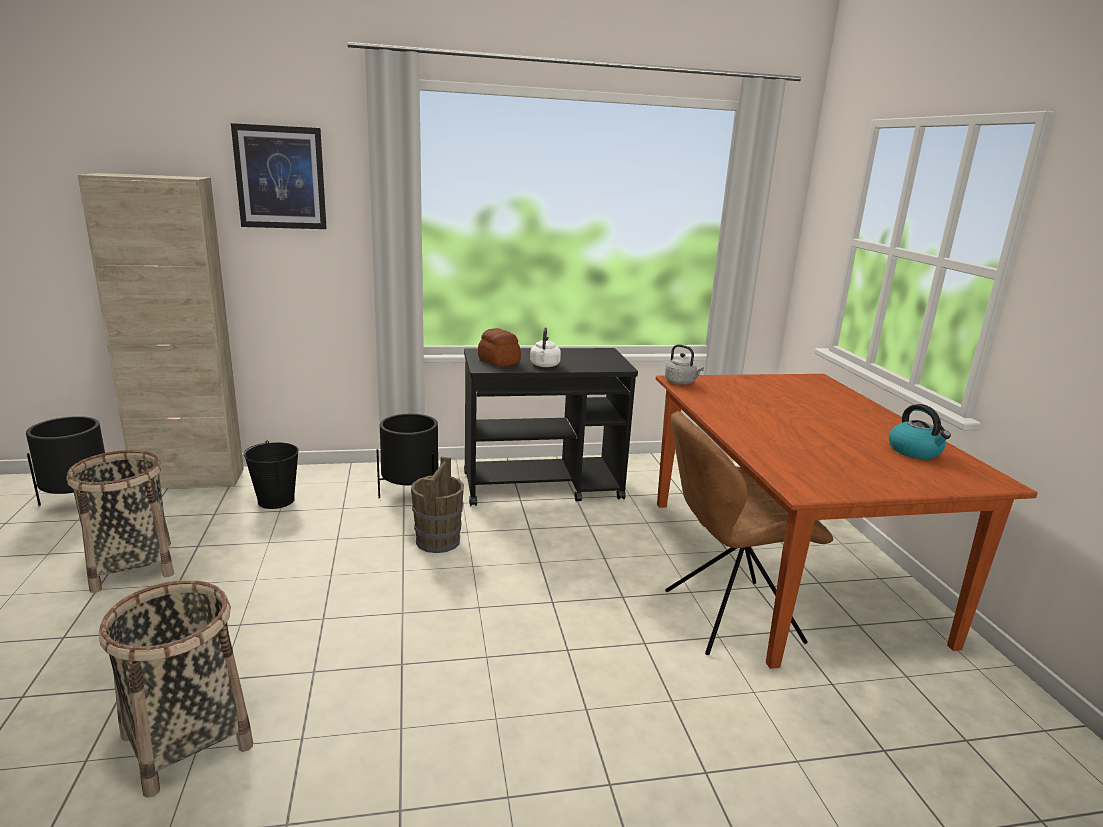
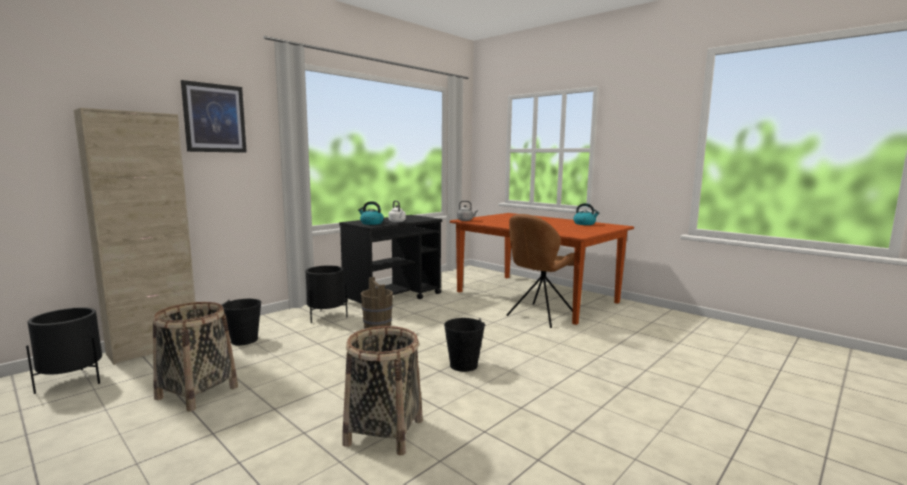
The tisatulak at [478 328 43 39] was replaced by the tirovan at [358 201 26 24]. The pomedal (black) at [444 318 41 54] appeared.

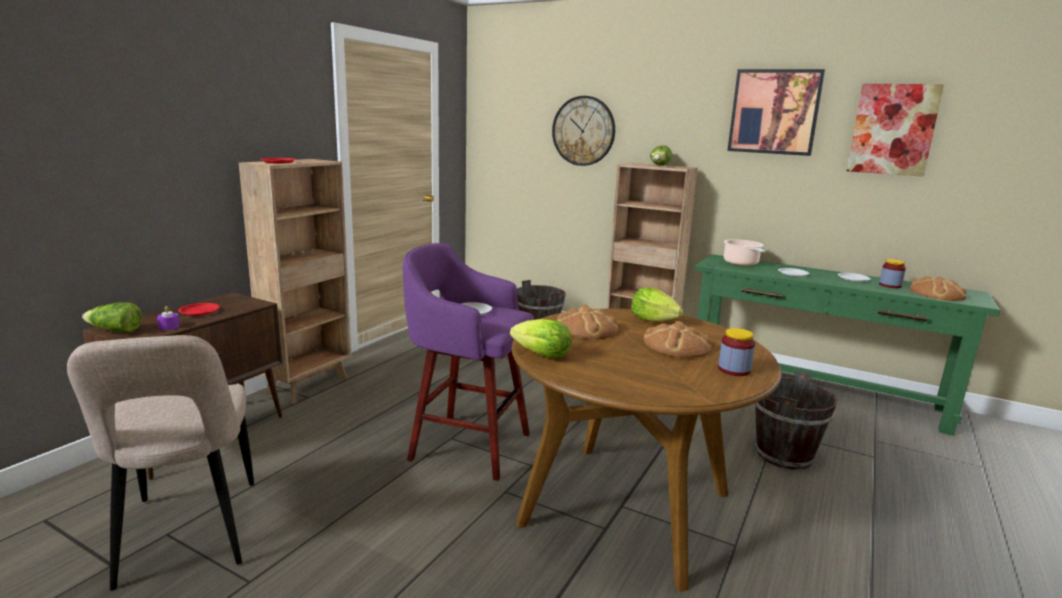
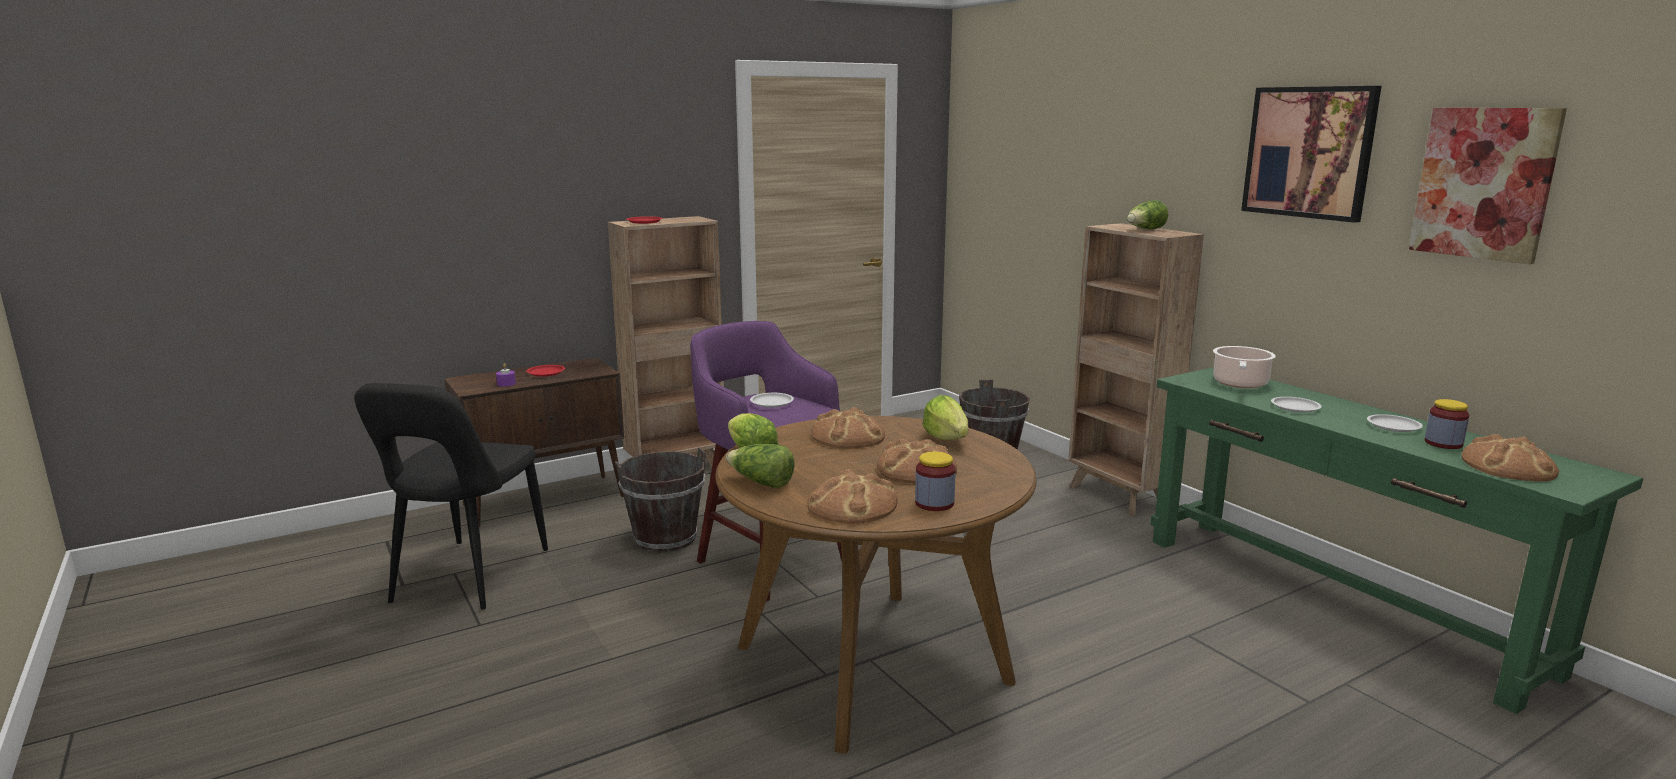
The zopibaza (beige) at [67 335 187 256] became the zopibaza (black) at [354 383 194 227]. The pomedal (brown) moved from [755 370 83 100] to [615 447 91 105]. The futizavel moved from [82 302 60 31] to [726 444 69 44]. The tisatulak at [808 469 90 55] appeared. The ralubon at [552 96 63 70] disappeared.

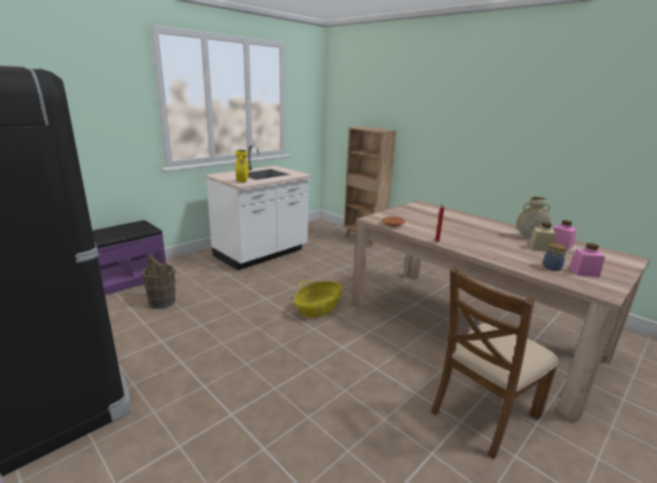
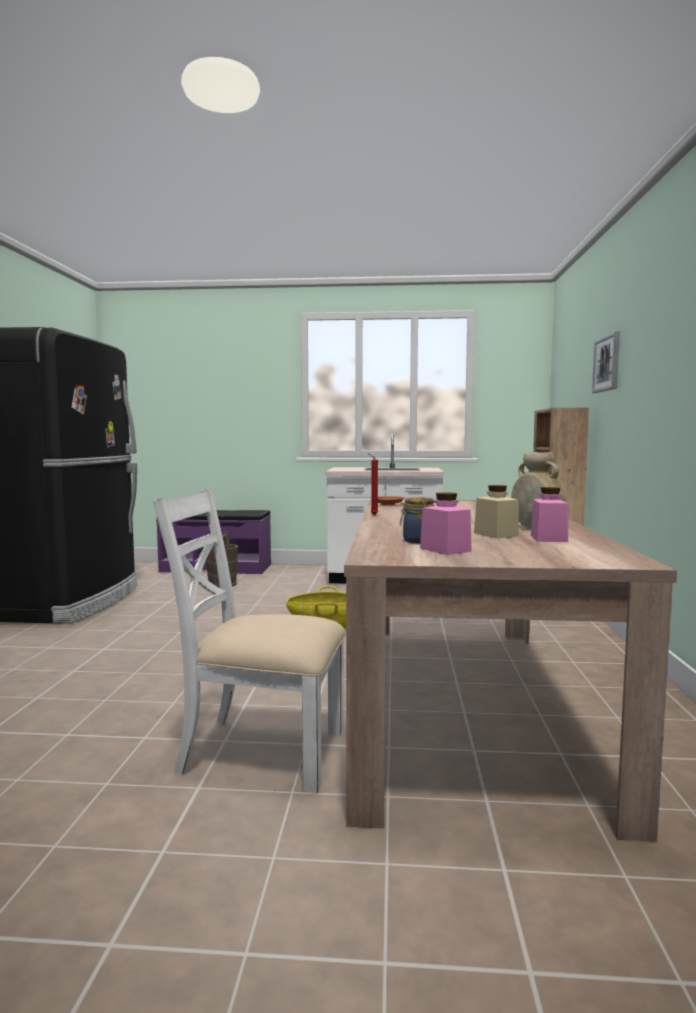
The zopibaza (brown) at [431 268 128 191] became the zopibaza (white) at [153 488 193 305]. The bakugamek at [592 331 28 62] appeared. The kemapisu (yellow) at [235 150 14 32] disappeared.

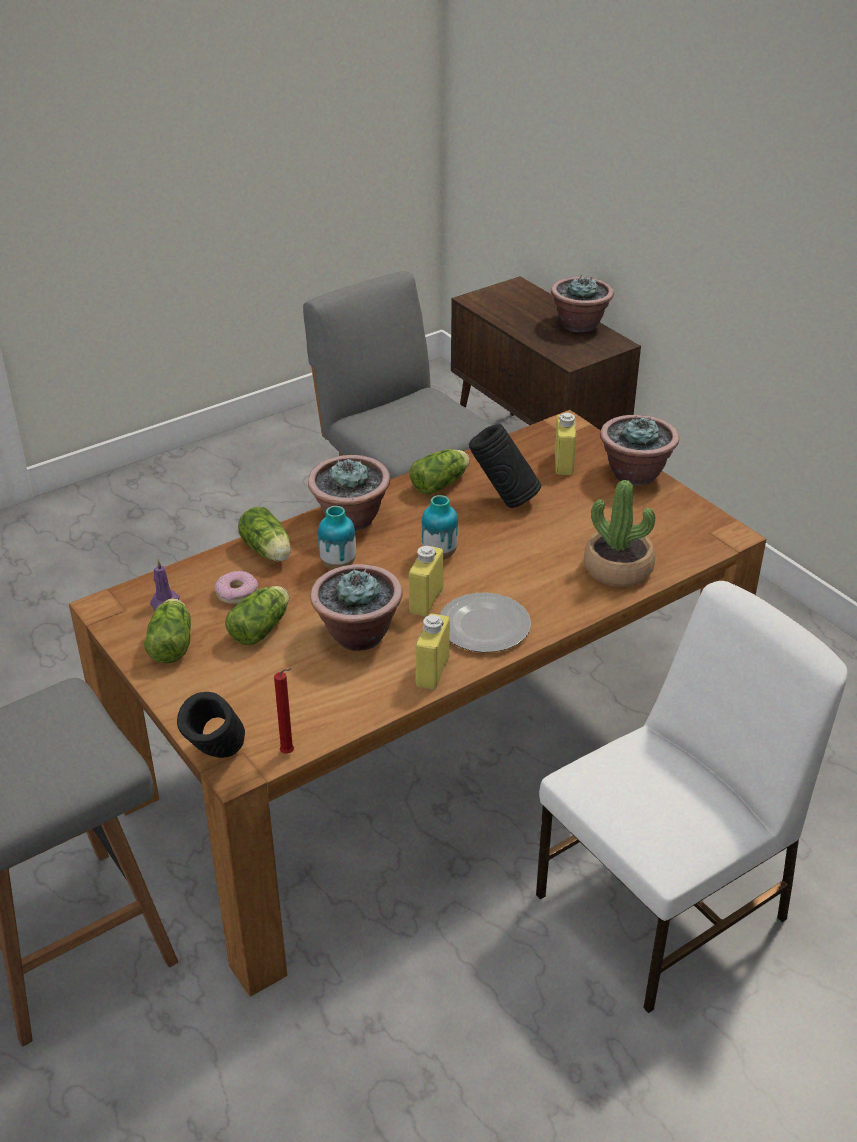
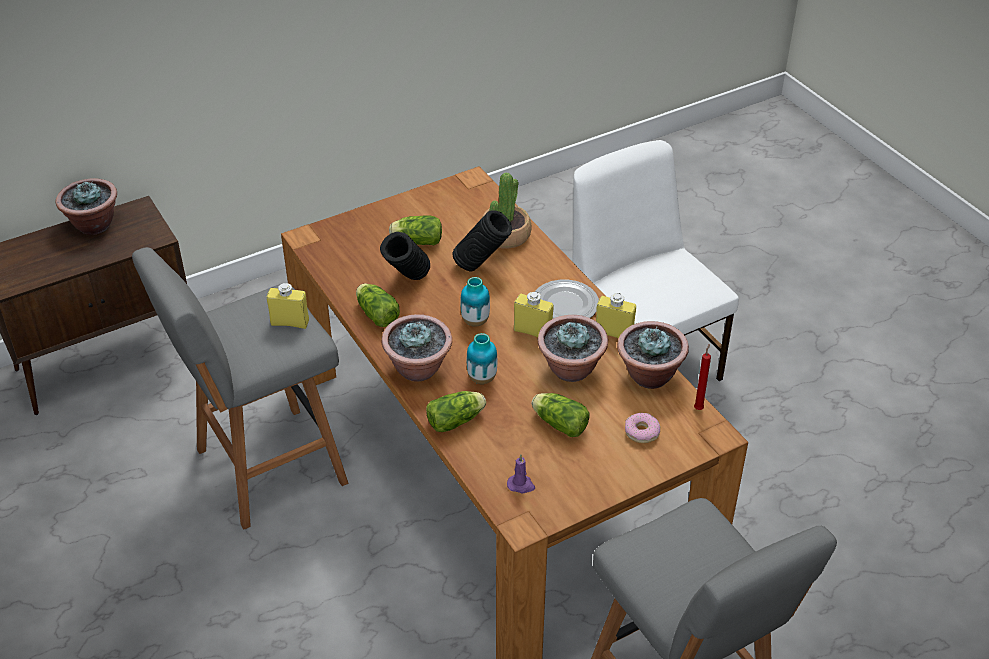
The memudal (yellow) moved from [555 413 21 62] to [267 283 42 46]. The futizavel moved from [144 598 47 66] to [389 215 53 30]. The kemapisu (black) moved from [177 692 68 66] to [453 210 59 62]. The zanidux moved from [600 415 79 71] to [617 321 72 68]. The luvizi moved from [215 571 43 34] to [625 413 35 30].

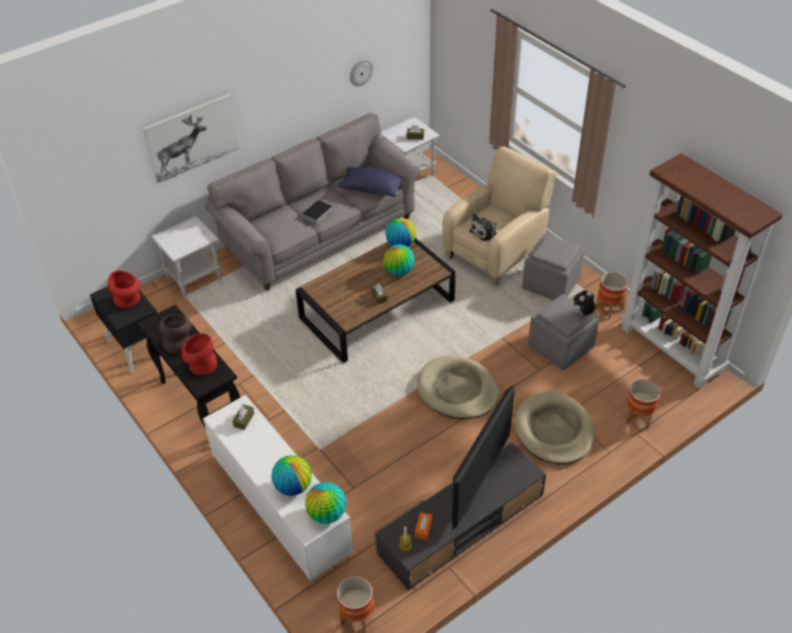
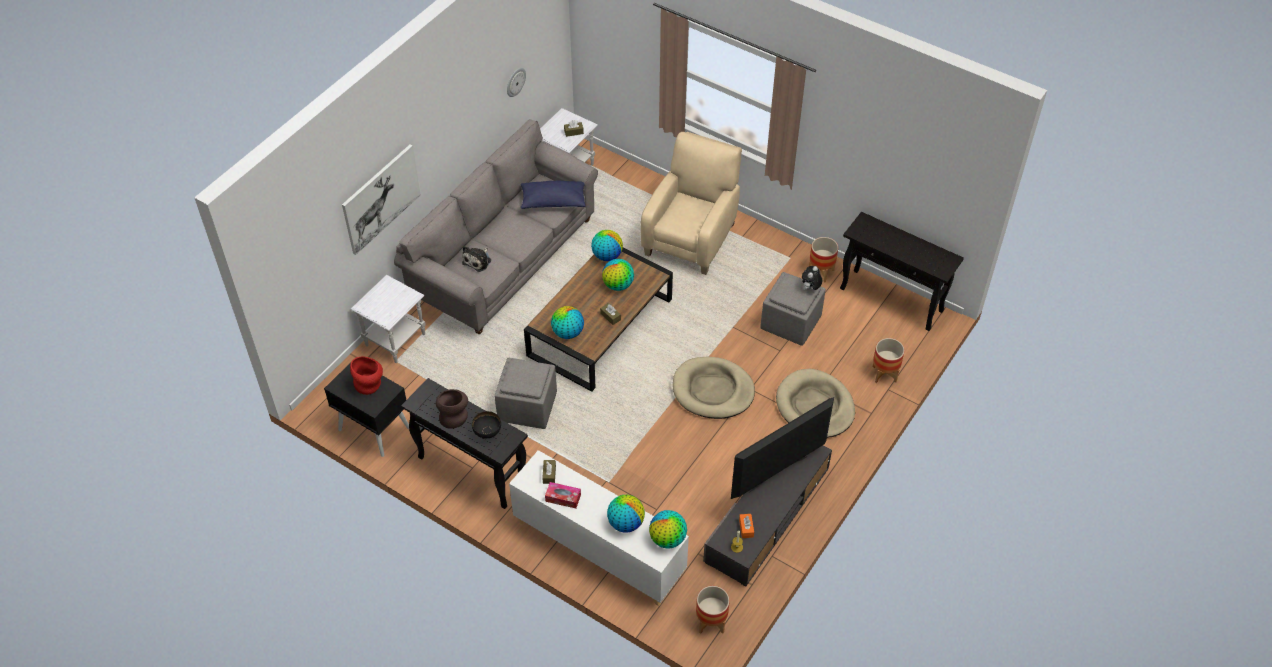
The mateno moved from [469 214 28 27] to [462 246 29 26]. The kemapisu (red) at [181 333 36 42] was replaced by the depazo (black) at [472 411 29 27]. The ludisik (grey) moved from [522 235 63 65] to [494 358 63 71]. The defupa at [545 482 36 27] appeared. The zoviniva at [551 306 33 33] appeared. The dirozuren at [451 384 64 145] turned 135 degrees counterclockwise. The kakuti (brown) at [621 153 162 236] was replaced by the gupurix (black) at [840 212 124 119]. The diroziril at [301 200 31 24] disappeared.

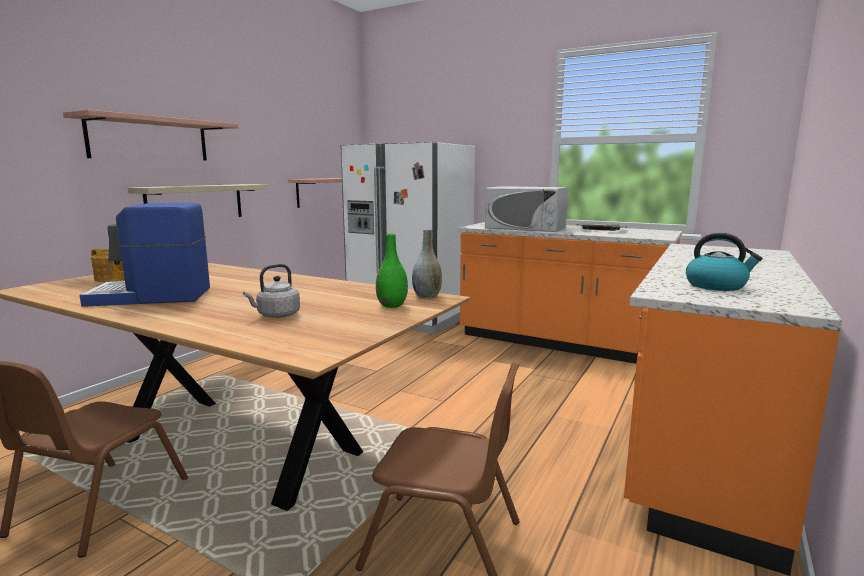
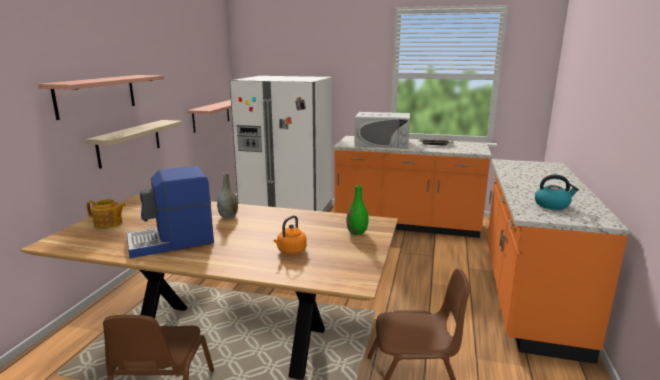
The kemapisu (grey) moved from [412 229 30 69] to [217 173 21 46]. The tirovan (grey) at [243 264 57 54] became the tirovan (orange) at [274 216 33 38].

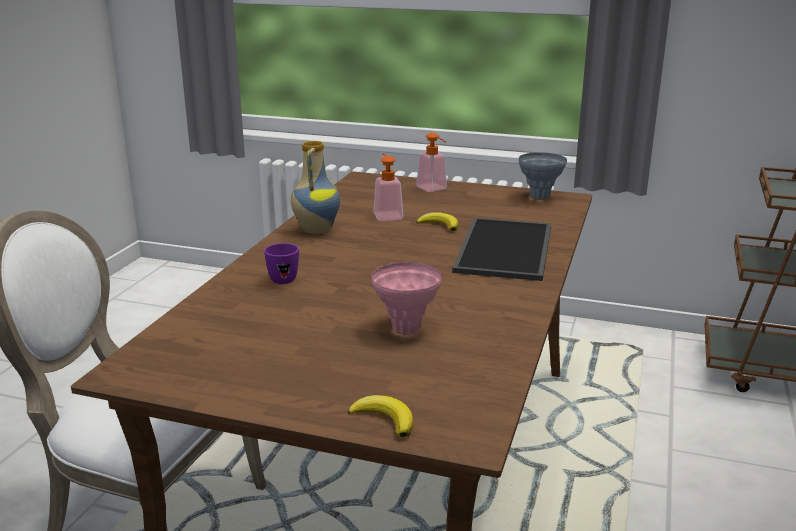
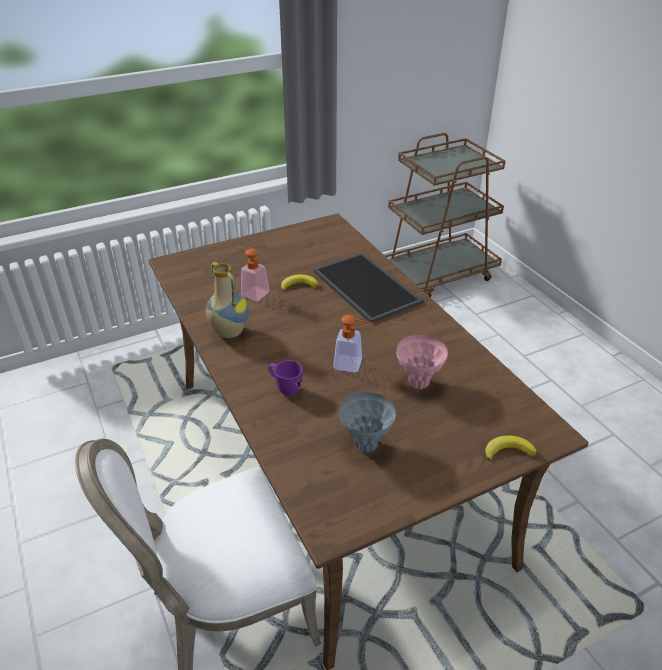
The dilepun moved from [416 133 31 59] to [333 315 41 58]. The kemapisu (grey) moved from [519 152 48 48] to [339 392 57 60].

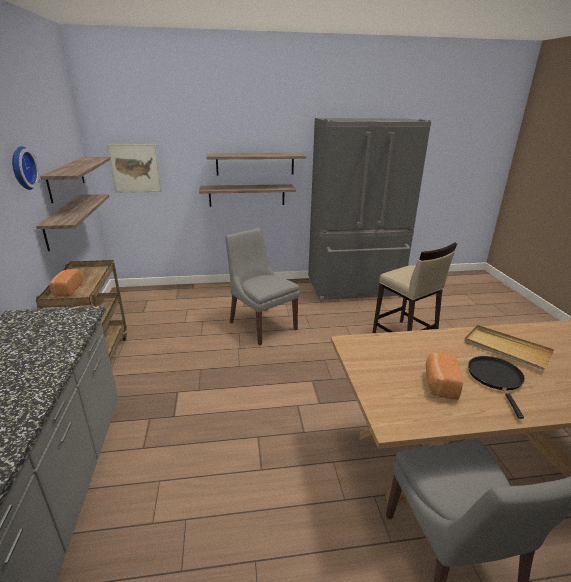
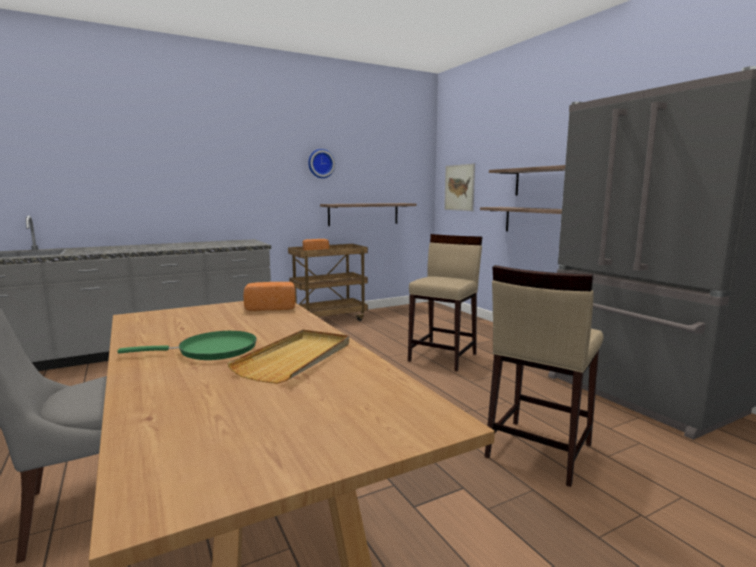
The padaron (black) at [468 356 57 63] became the padaron (green) at [117 331 140 29]. The tisatulak moved from [426 352 37 48] to [243 282 53 29]. The zopibaza (grey) at [225 228 74 118] was replaced by the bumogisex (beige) at [408 234 75 137]. The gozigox at [40 157 71 46] disappeared.

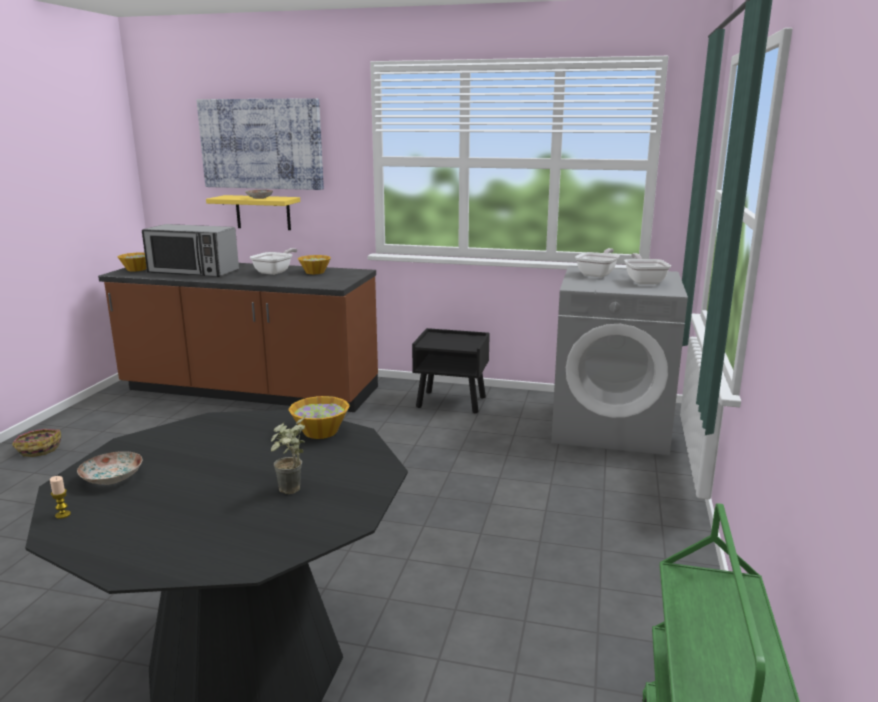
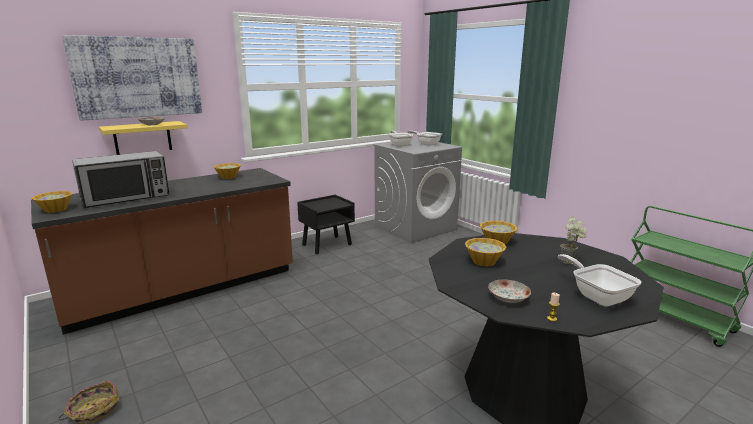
The depazo at [465 238 41 28] appeared. The padaron moved from [250 248 48 27] to [558 254 83 52].

